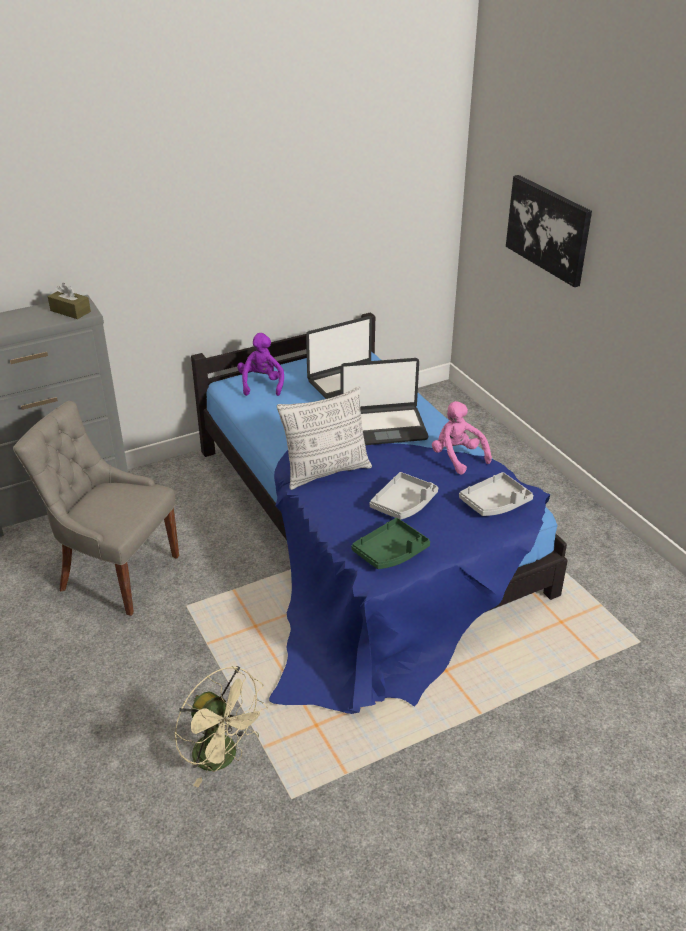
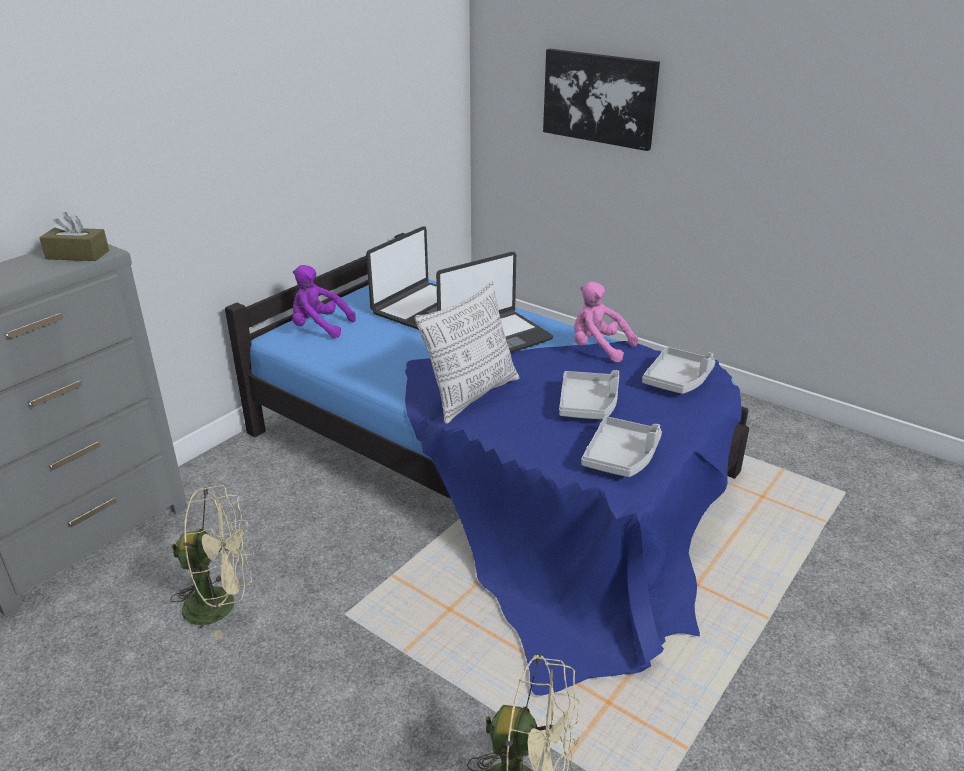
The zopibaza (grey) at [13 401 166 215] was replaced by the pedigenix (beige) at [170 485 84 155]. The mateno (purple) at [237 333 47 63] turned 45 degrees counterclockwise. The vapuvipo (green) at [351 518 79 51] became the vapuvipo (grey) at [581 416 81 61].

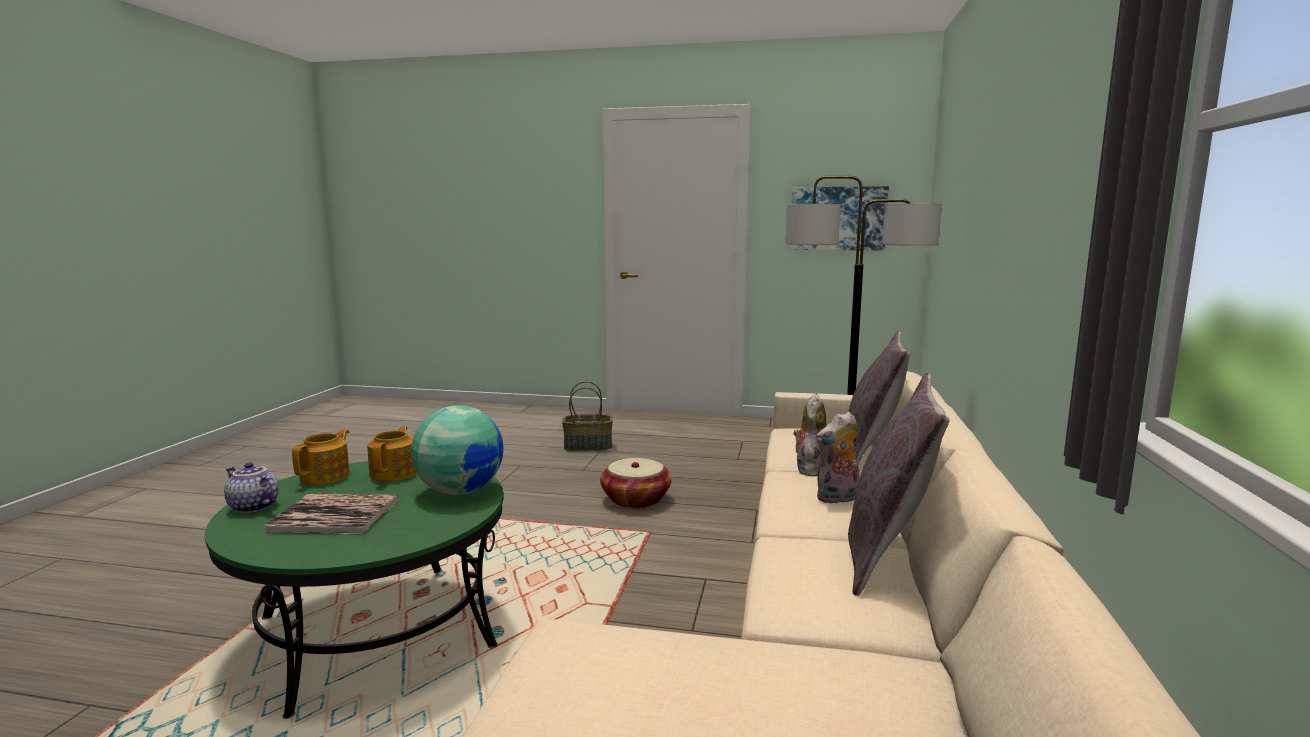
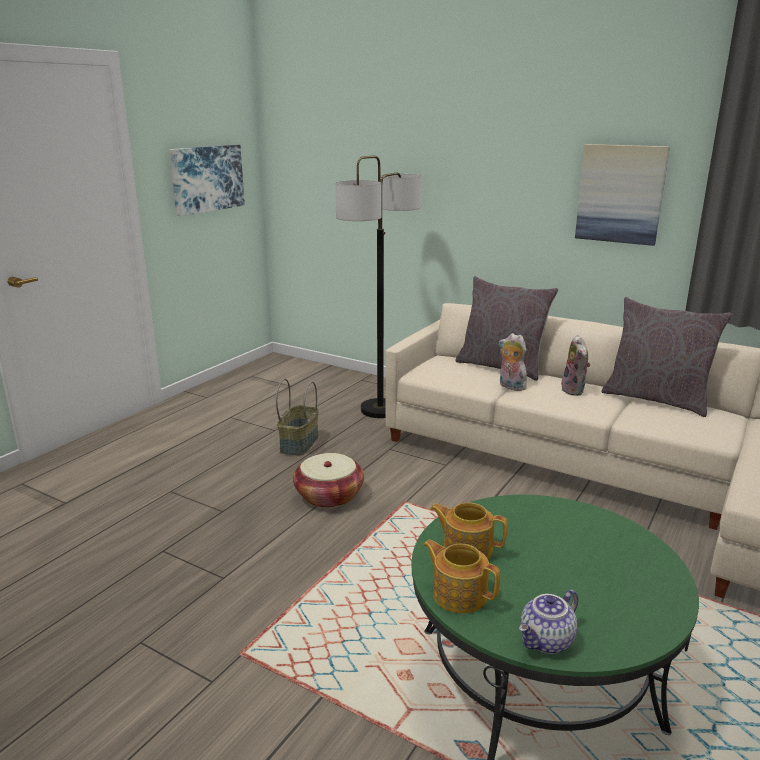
The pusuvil moved from [562 381 51 70] to [276 379 43 77]. The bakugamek at [575 144 95 102] appeared. The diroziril at [264 493 135 41] disappeared. The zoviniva at [411 405 92 90] disappeared.

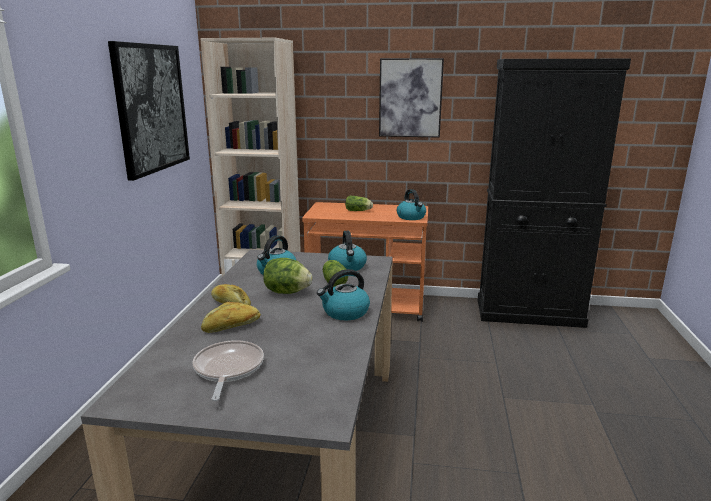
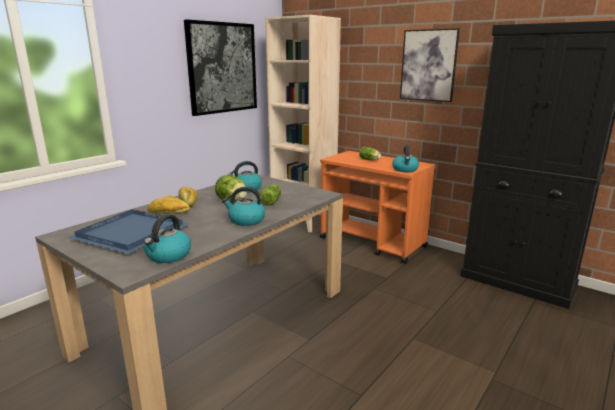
The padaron at [192 340 72 61] was replaced by the vapuvipo (blue) at [68 209 121 45]. The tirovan moved from [328 231 39 40] to [144 214 47 49].

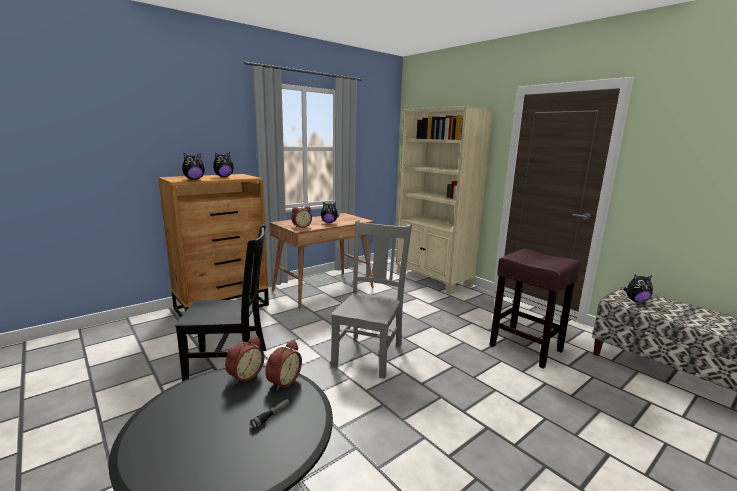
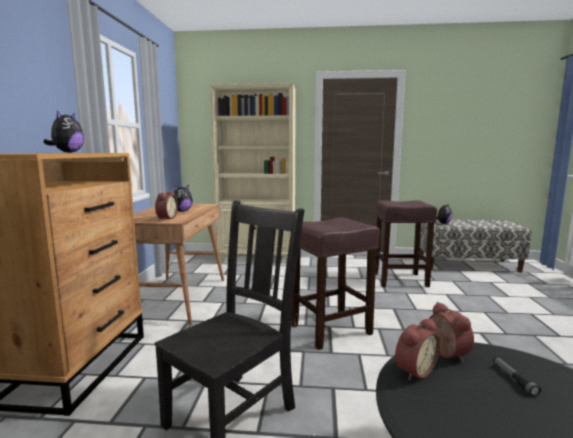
The zopibaza (grey) at [331 220 81 159] was replaced by the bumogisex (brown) at [291 218 89 132]. The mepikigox at [225 336 39 48] turned 60 degrees clockwise. The mateno at [182 153 23 27] disappeared.

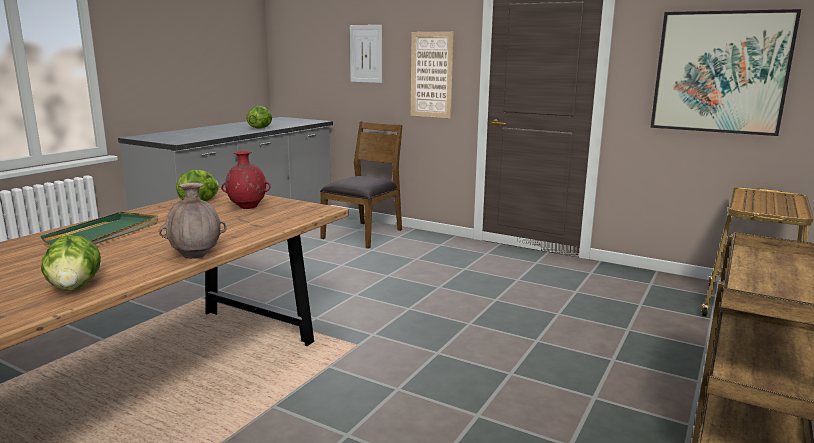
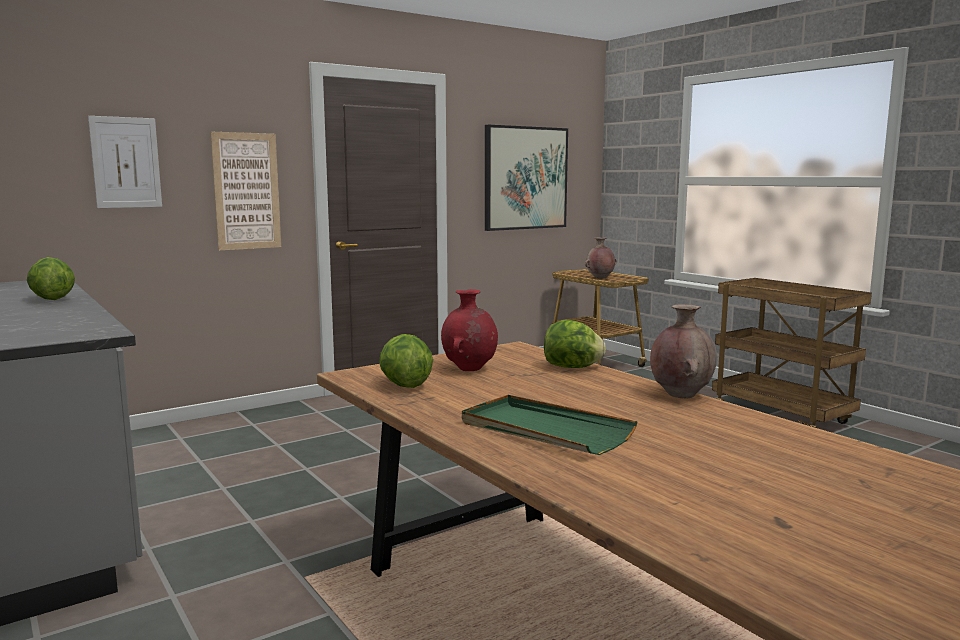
The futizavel moved from [41 234 60 57] to [544 320 62 48]. The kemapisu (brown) at [585 237 32 42] appeared. The zopibaza (brown) at [320 121 82 127] disappeared.

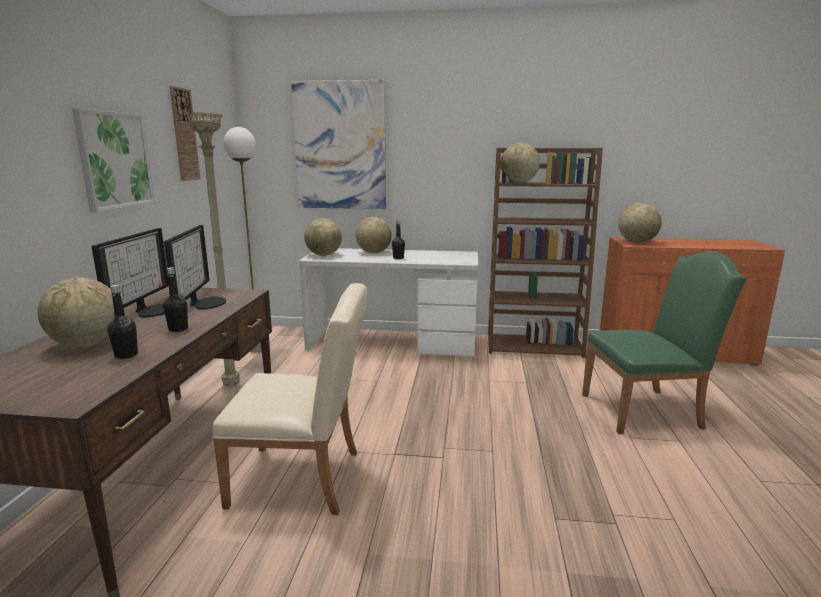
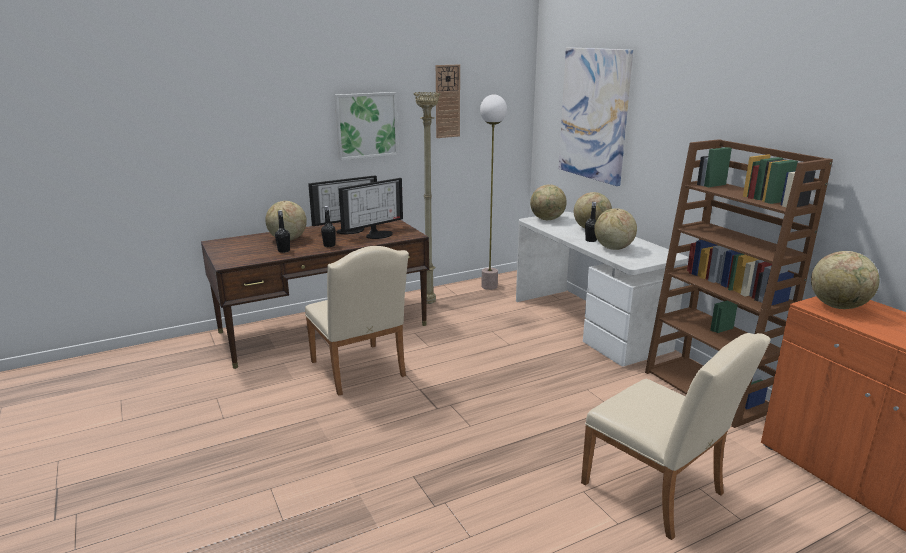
The zopibaza (green) at [582 252 165 182] became the zopibaza (beige) at [581 333 190 207]. The zoviniva moved from [500 143 40 40] to [594 208 43 42].

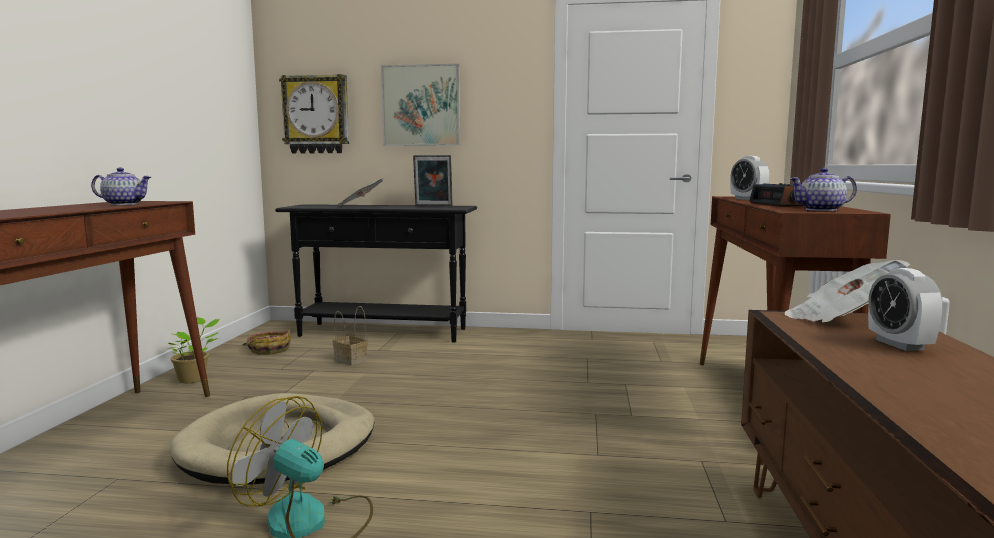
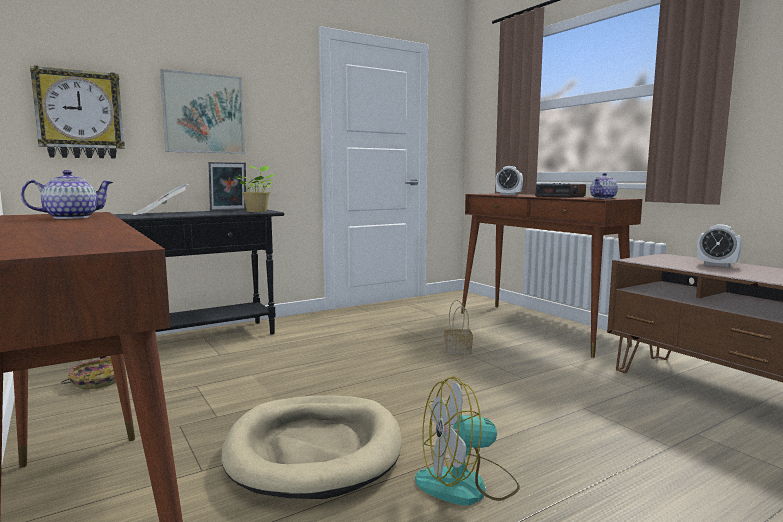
The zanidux moved from [166 317 53 66] to [235 165 40 47]. The pusuvil moved from [333 306 35 60] to [444 300 29 55]. The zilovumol at [785 260 126 62] disappeared.

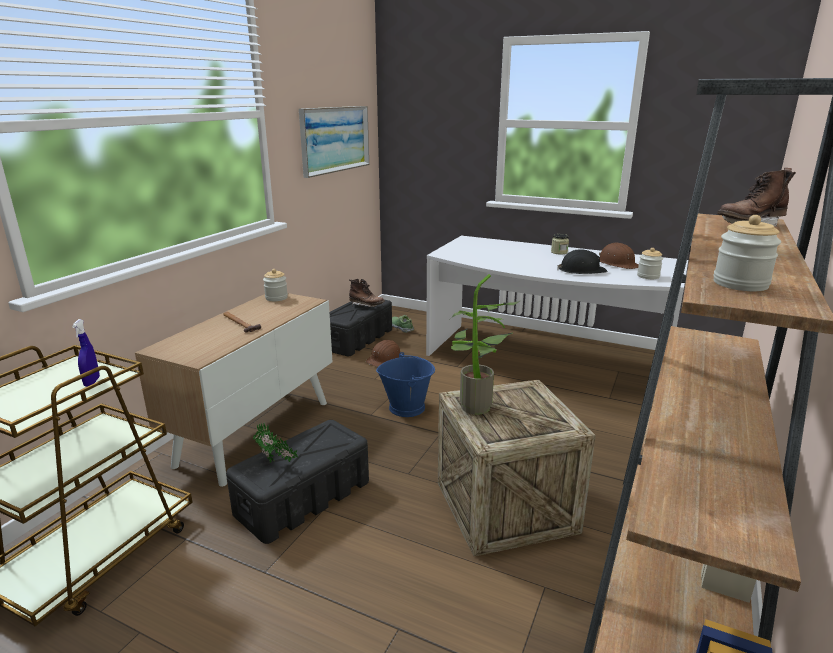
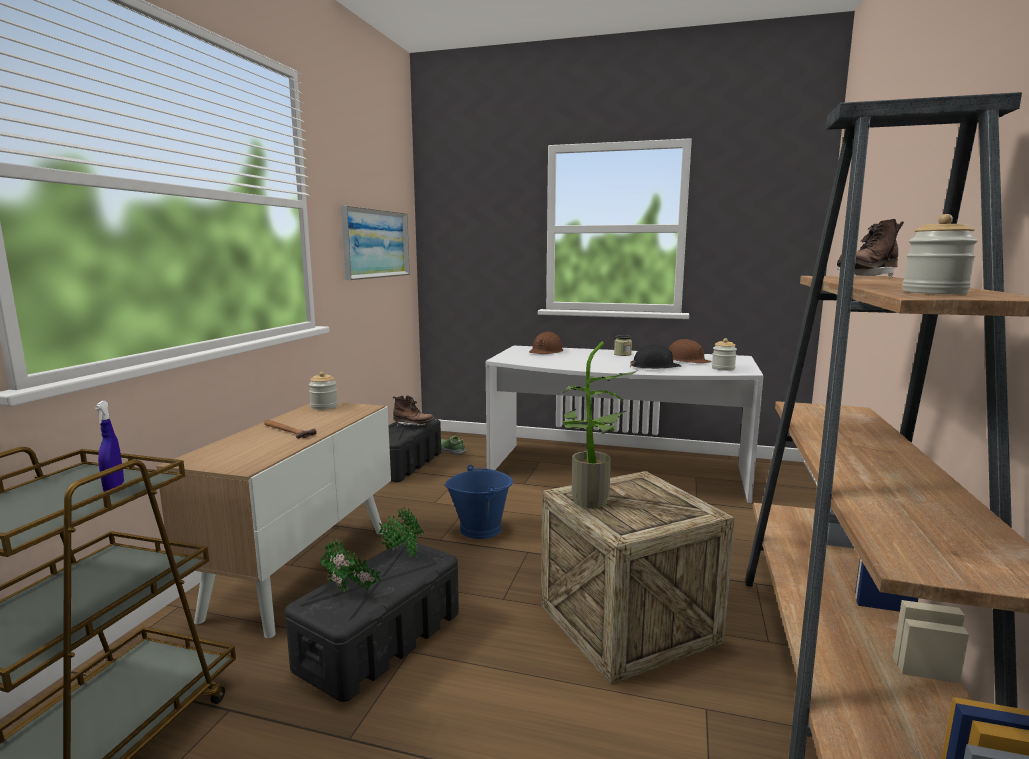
The zanidux at [379 507 45 50] appeared. The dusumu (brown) moved from [366 340 35 27] to [529 332 34 22].

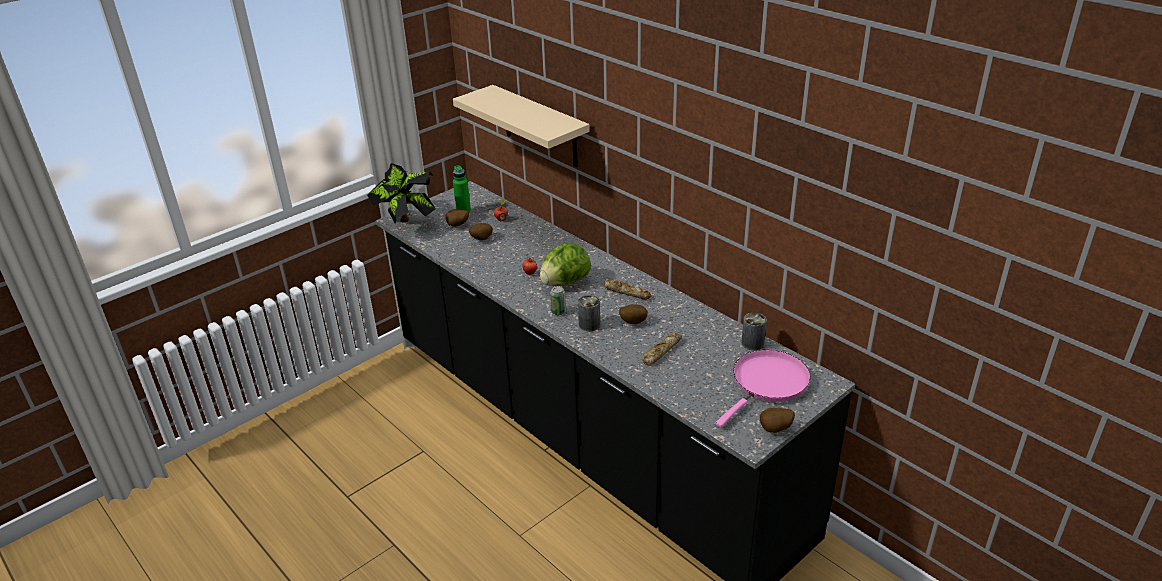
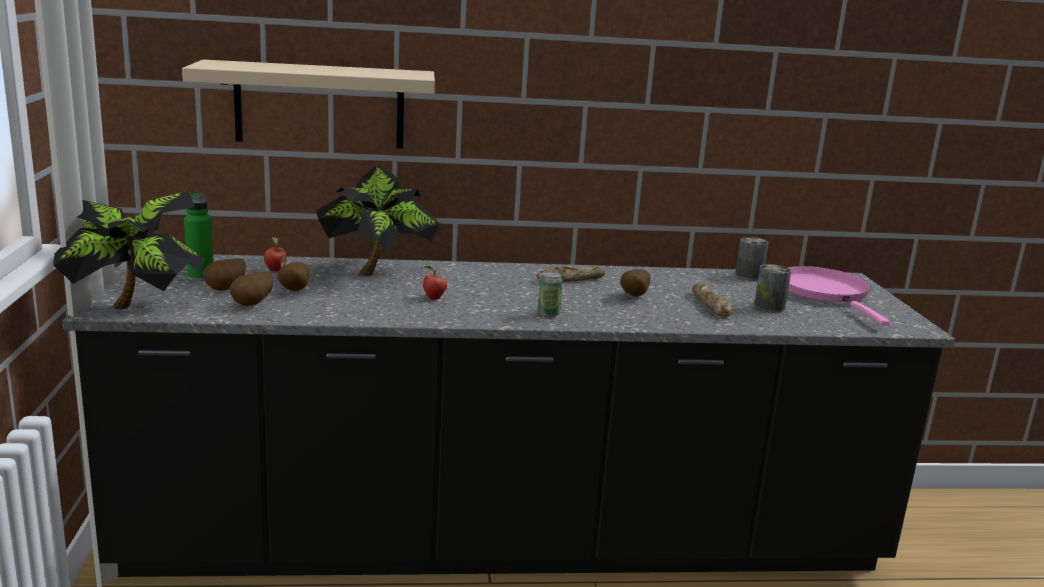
The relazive moved from [760 408 35 25] to [230 272 43 34]. The zanidux at [316 165 125 111] appeared. The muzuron moved from [578 295 22 36] to [754 264 37 48]. The futizavel at [540 243 51 43] disappeared.

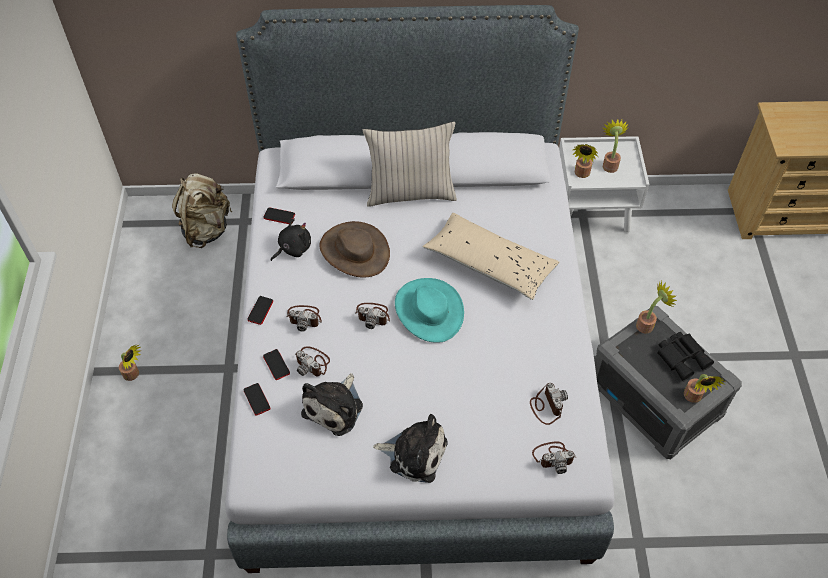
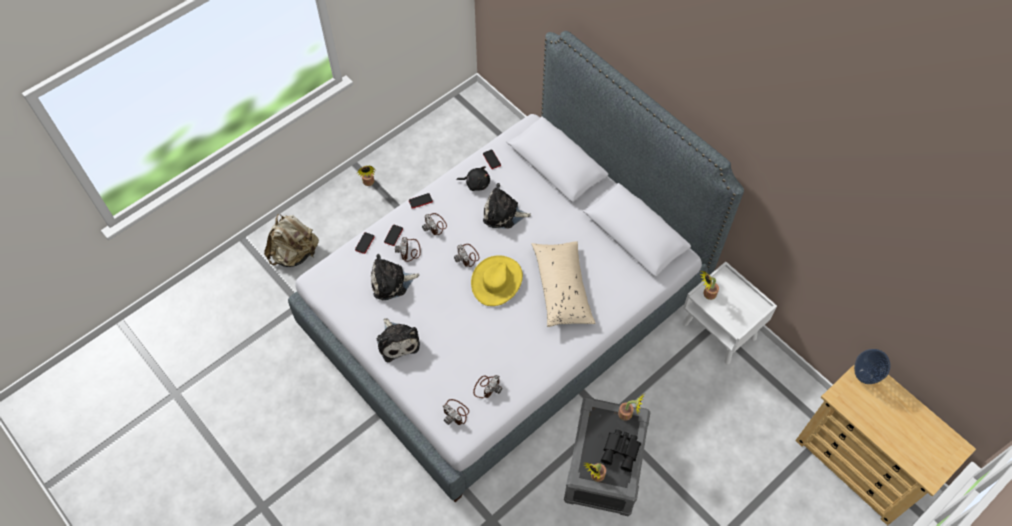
The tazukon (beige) moved from [172 173 61 75] to [264 214 55 53]. The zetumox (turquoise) at [395 278 69 65] became the zetumox (yellow) at [471 255 52 51]. The zetumox (brown) at [319 221 71 56] was replaced by the mateno at [483 183 48 46]. The kemapisu at [854 349 37 35] appeared. The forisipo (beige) at [363 121 94 86] disappeared. The zanidux at [603 120 26 53] disappeared.

